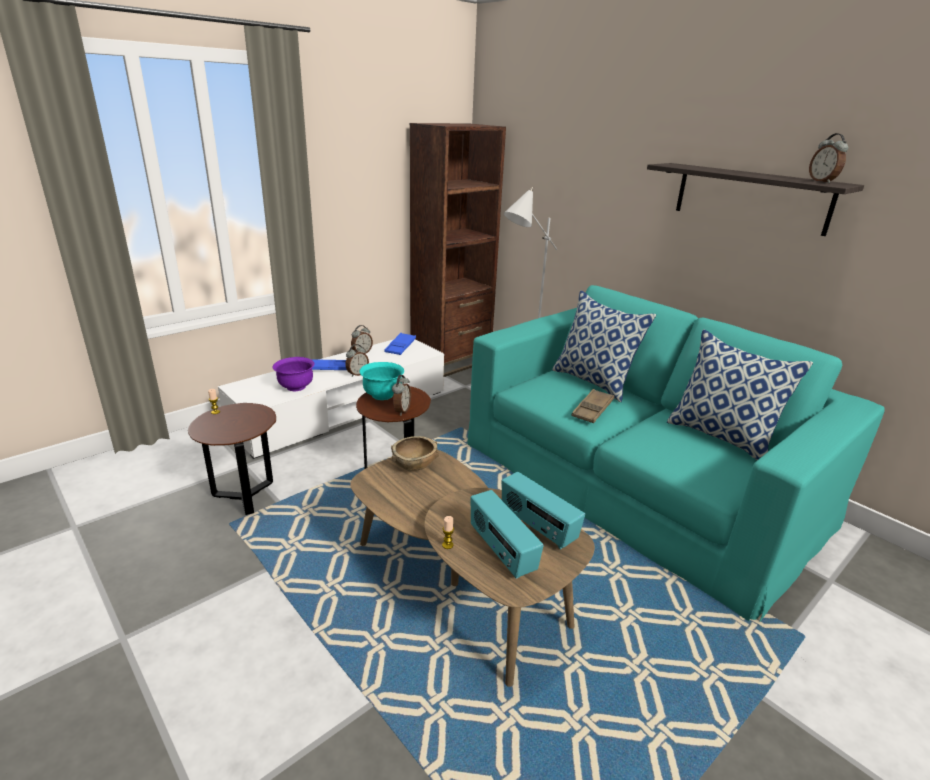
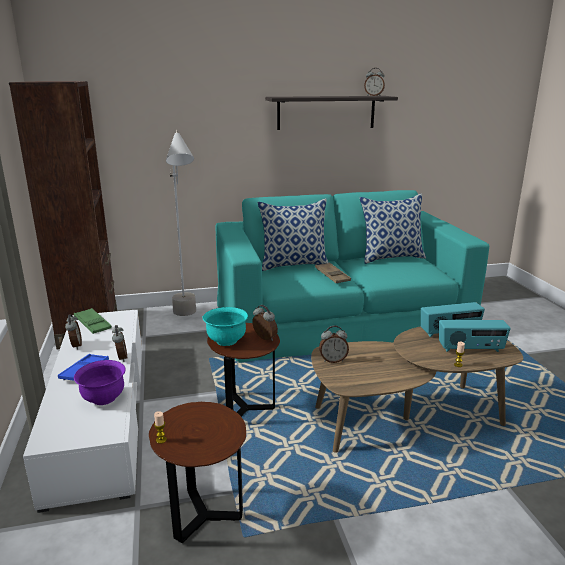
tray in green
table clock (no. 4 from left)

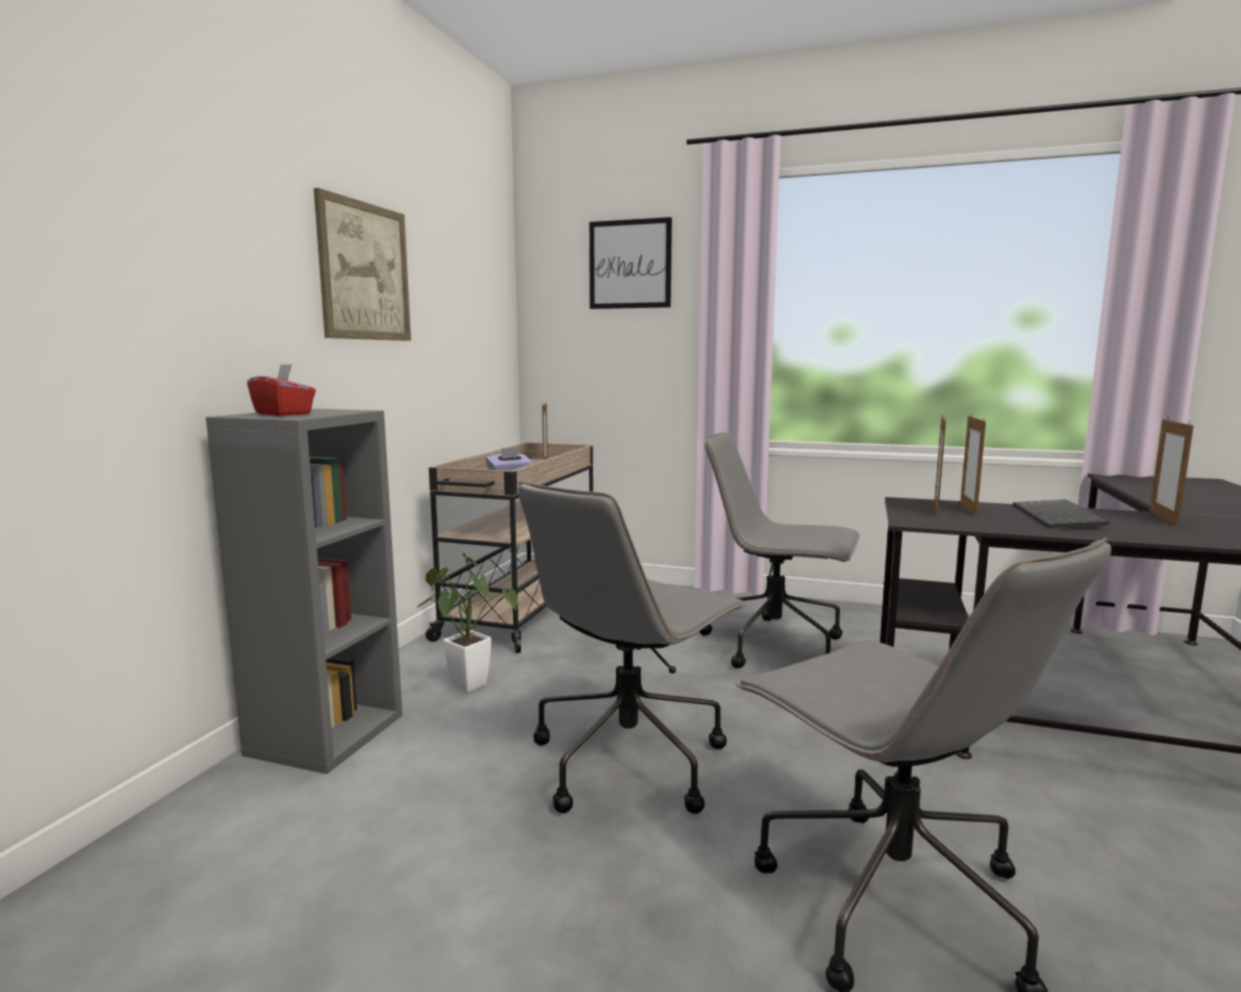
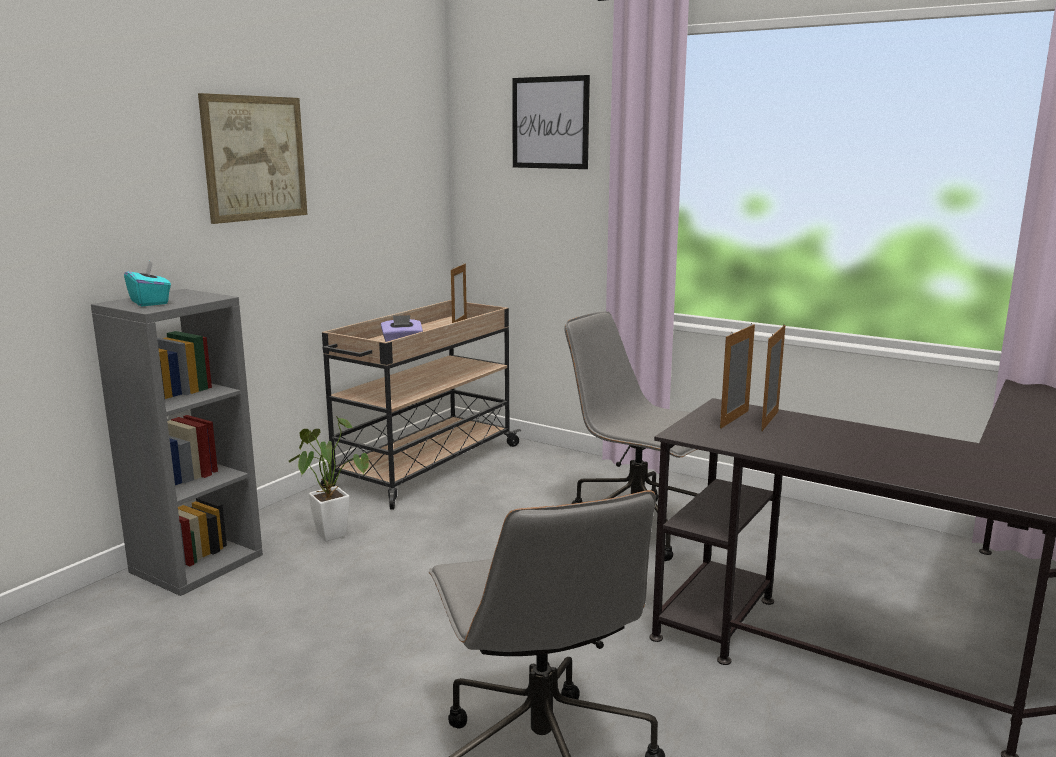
box of tissues in turquoise-coloured
computer chair in greyish (no. 1 from left in the first image)
keyboard
standing frame (no. 4 from left in the first image)

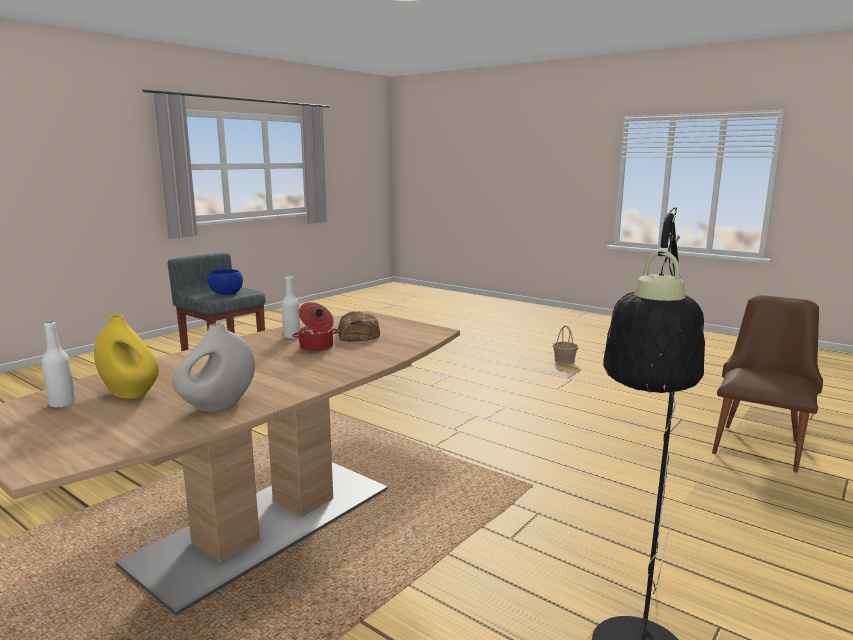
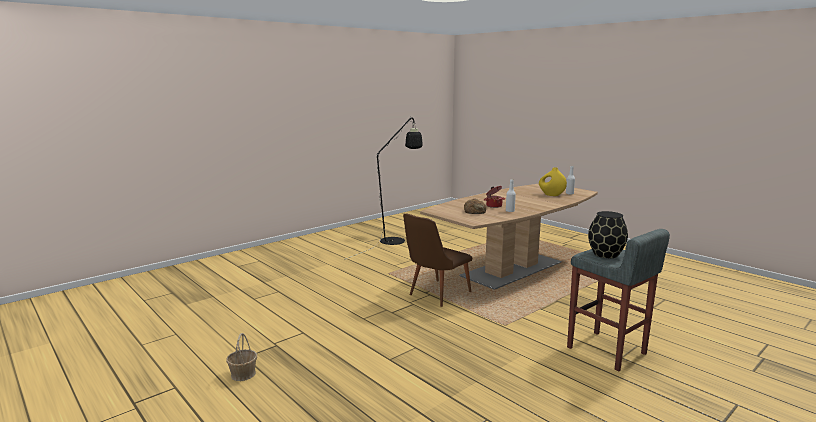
upright chair in brown
decorative vase in blackish
decorative vase in whitish

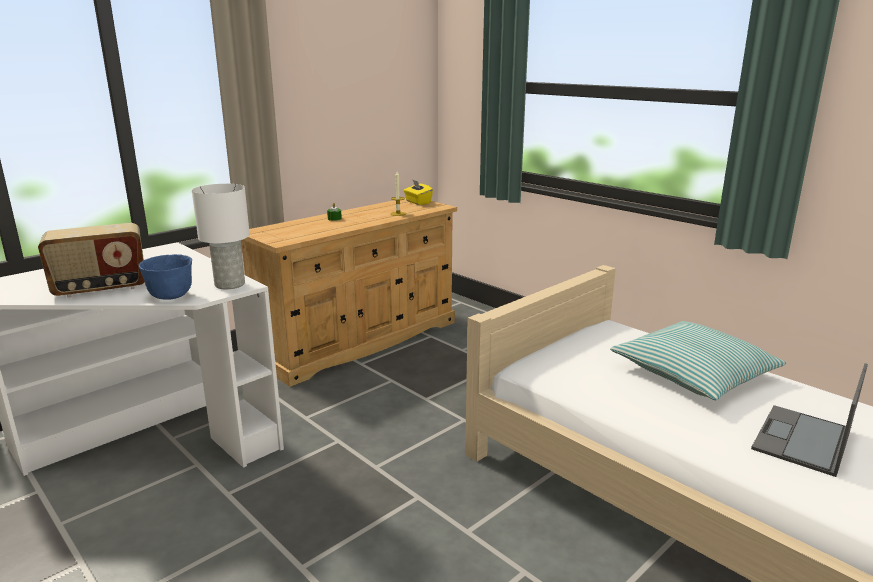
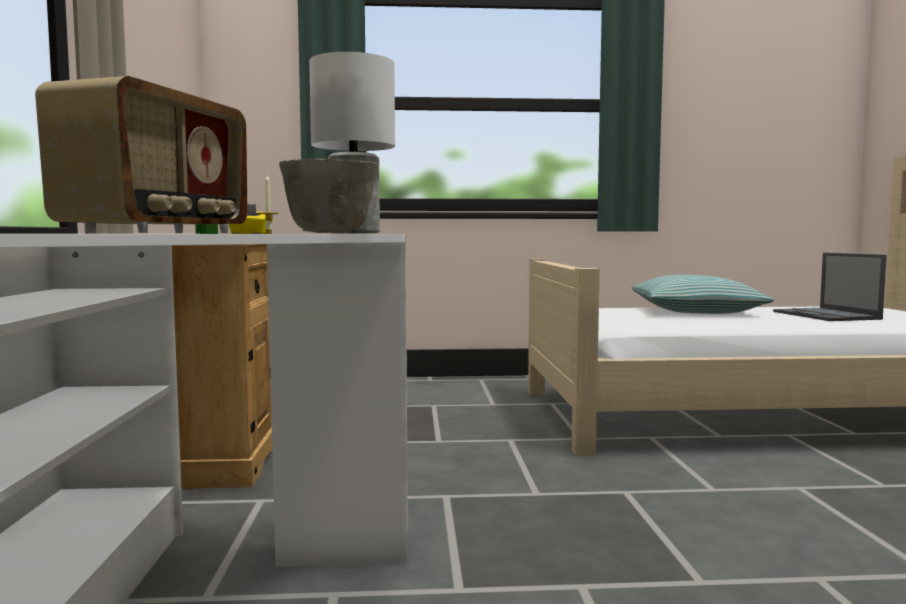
bowl in greyish

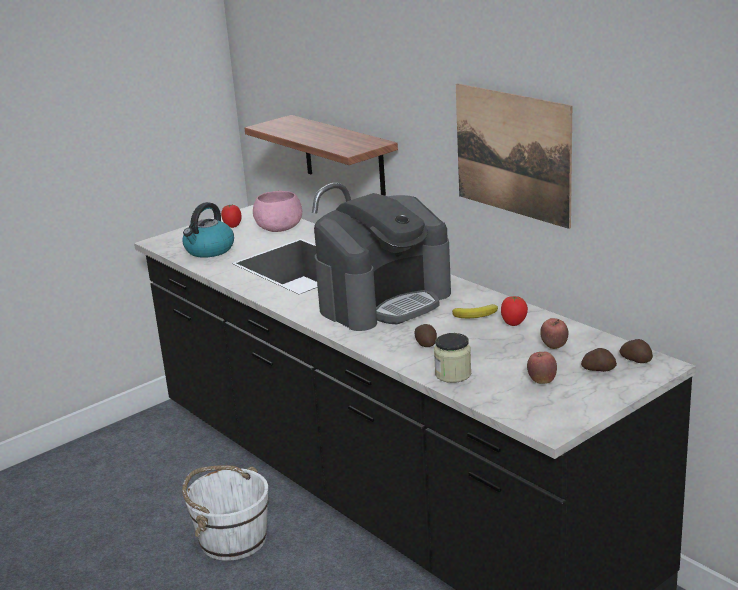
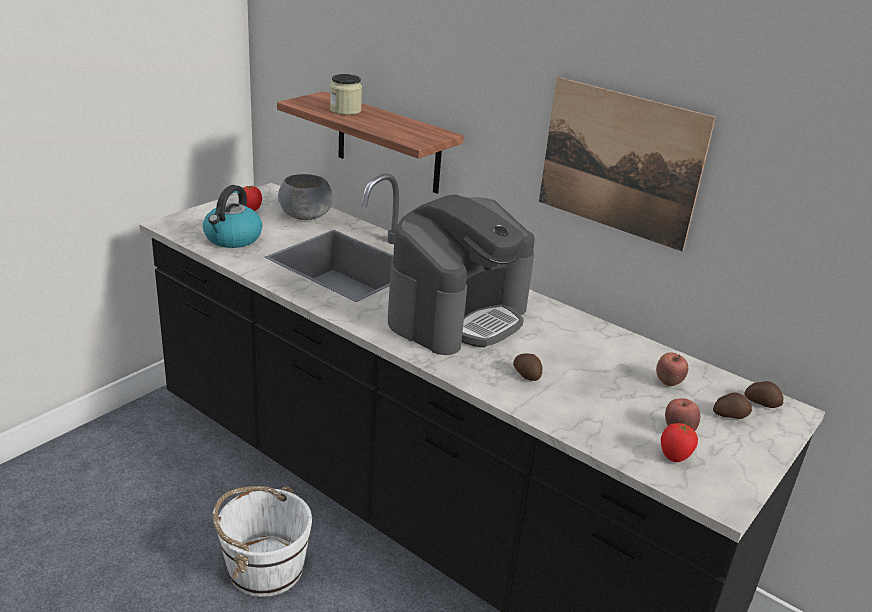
bowl in greyish
jar
whole tomato (no. 2 from left)
banana fruit

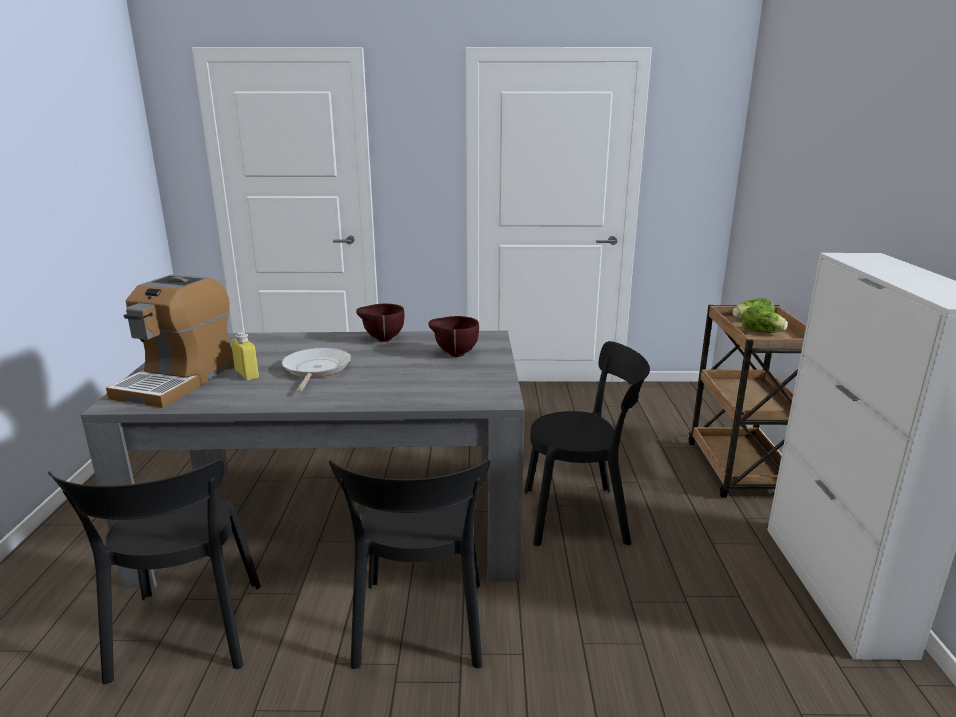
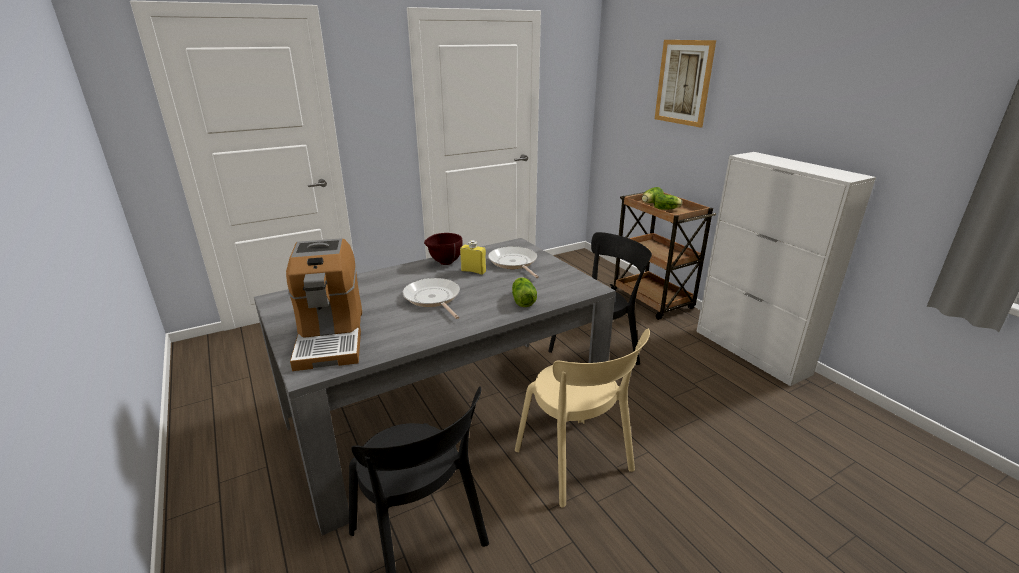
bottle in yellow-coloured
pan (no. 2 from left)
lettuce head (no. 1 from left)
upright chair in sand-coloured
wall picture

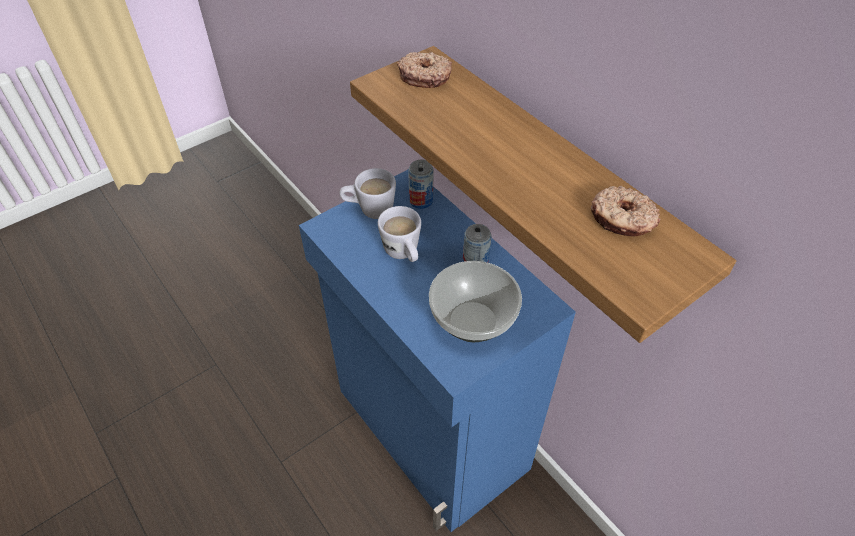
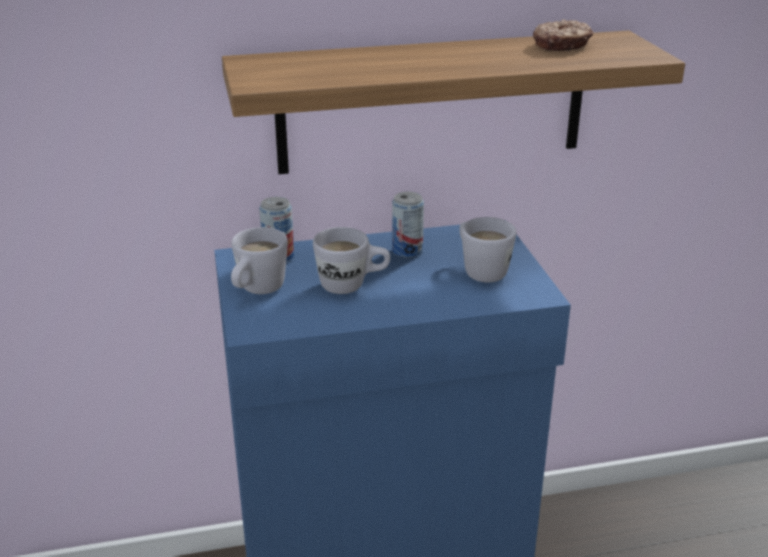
coffee mug in whitish (no. 3 from left)
ring doughnut (no. 1 from left in the first image)

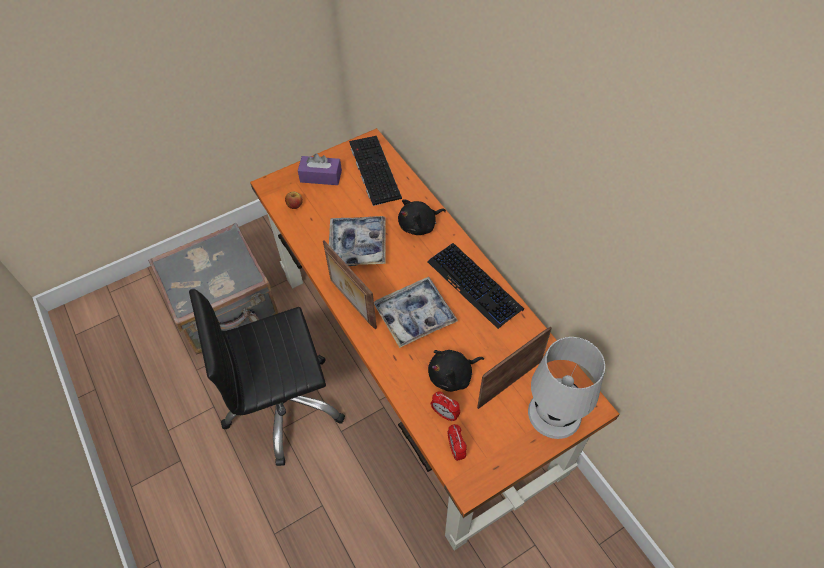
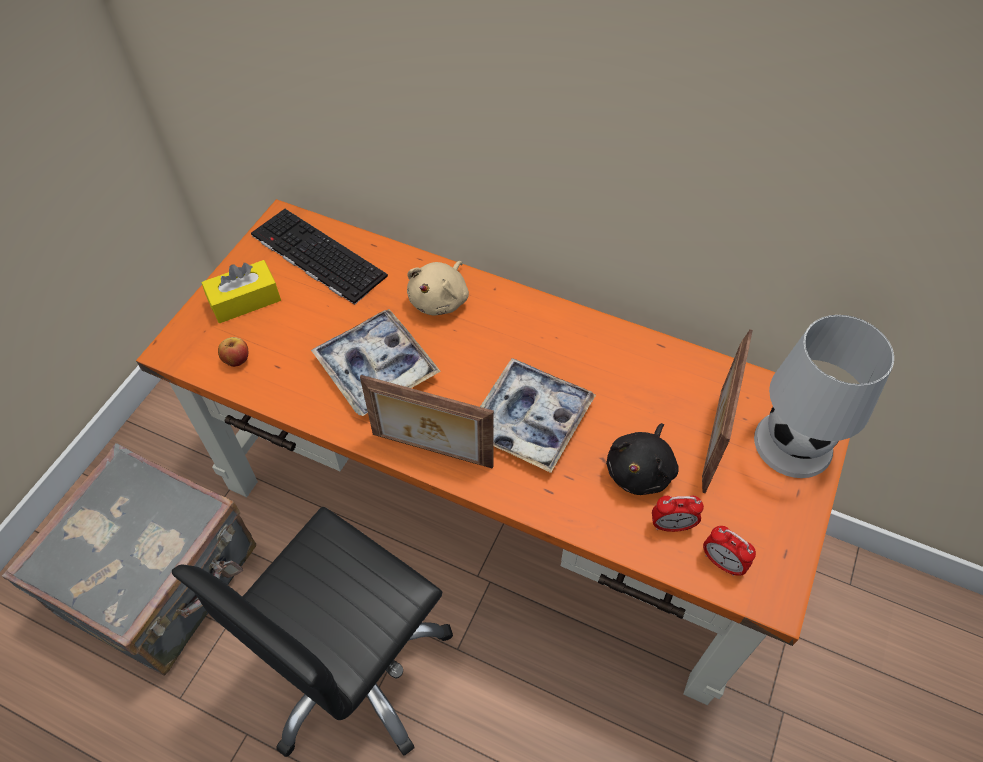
box of tissues in yellow-coloured
plush toy in sand-coloured
keyboard (no. 2 from left in the first image)

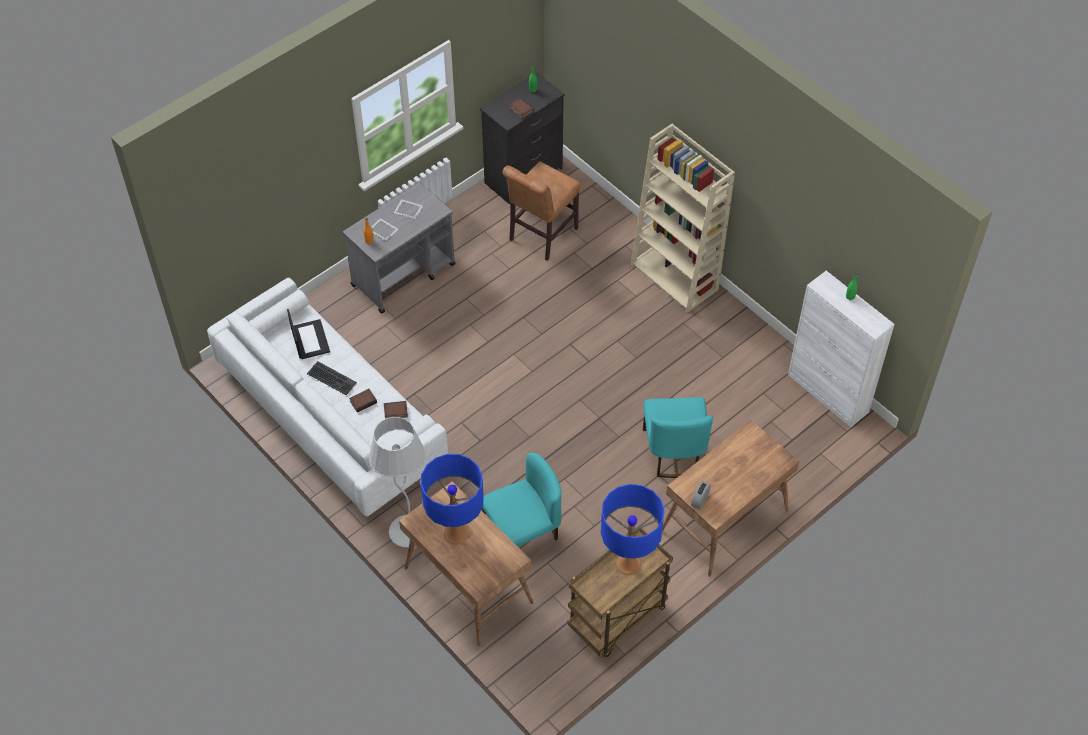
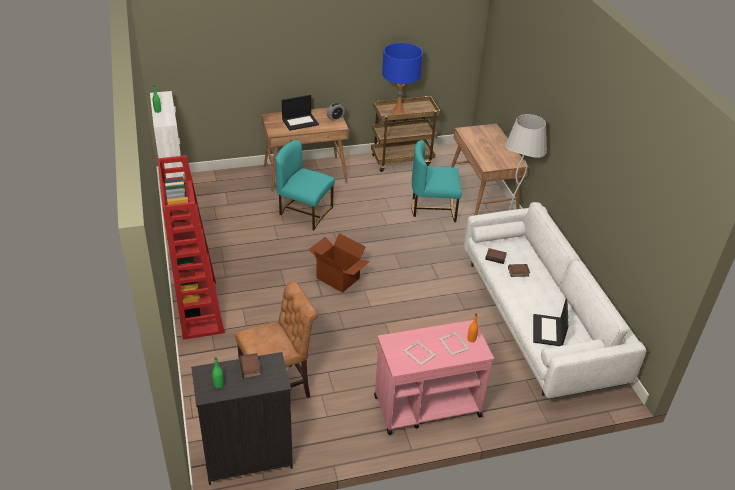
shelving unit in red
upright chair in turquoise-coloured (no. 1 from left)
portable computer (no. 1 from left)
cardboard box
cart in pinkish
keyboard
tabletop lamp in blue (no. 1 from left in the first image)

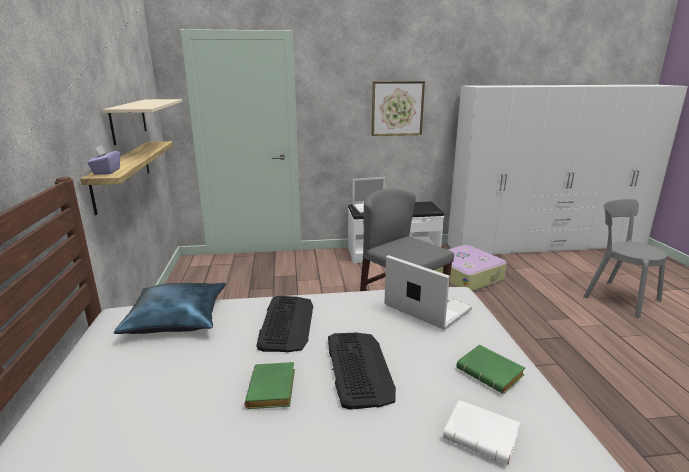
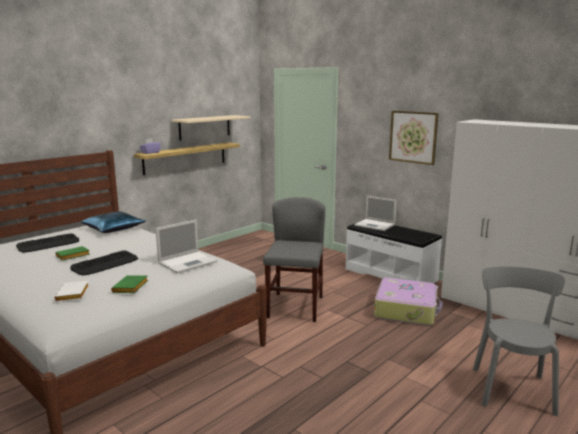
keyboard (no. 1 from left)
portable computer (no. 1 from left)

